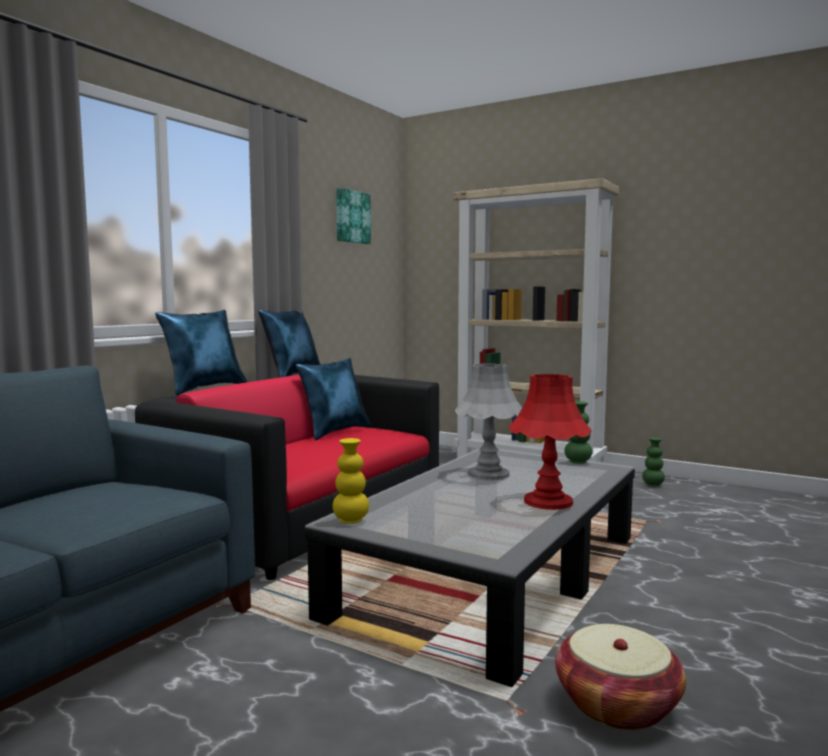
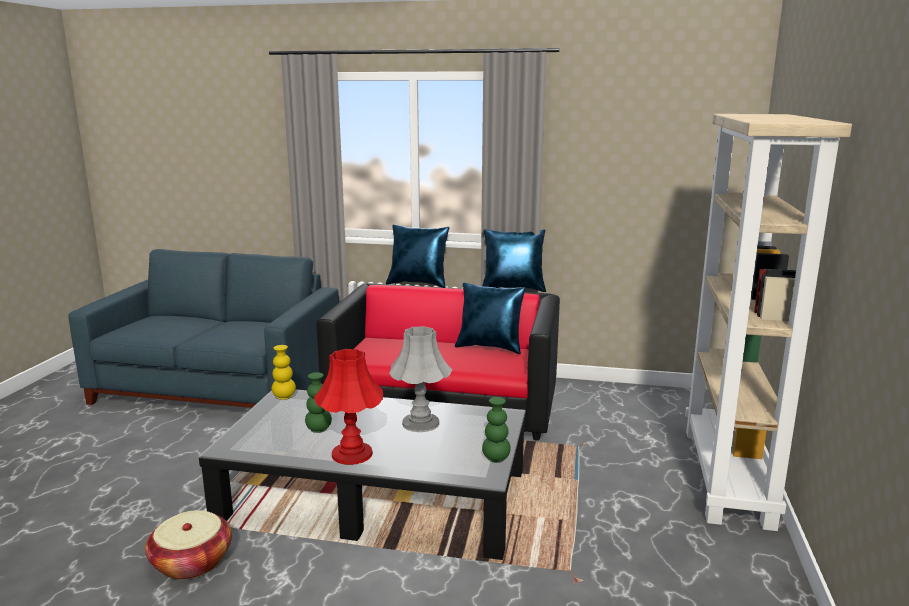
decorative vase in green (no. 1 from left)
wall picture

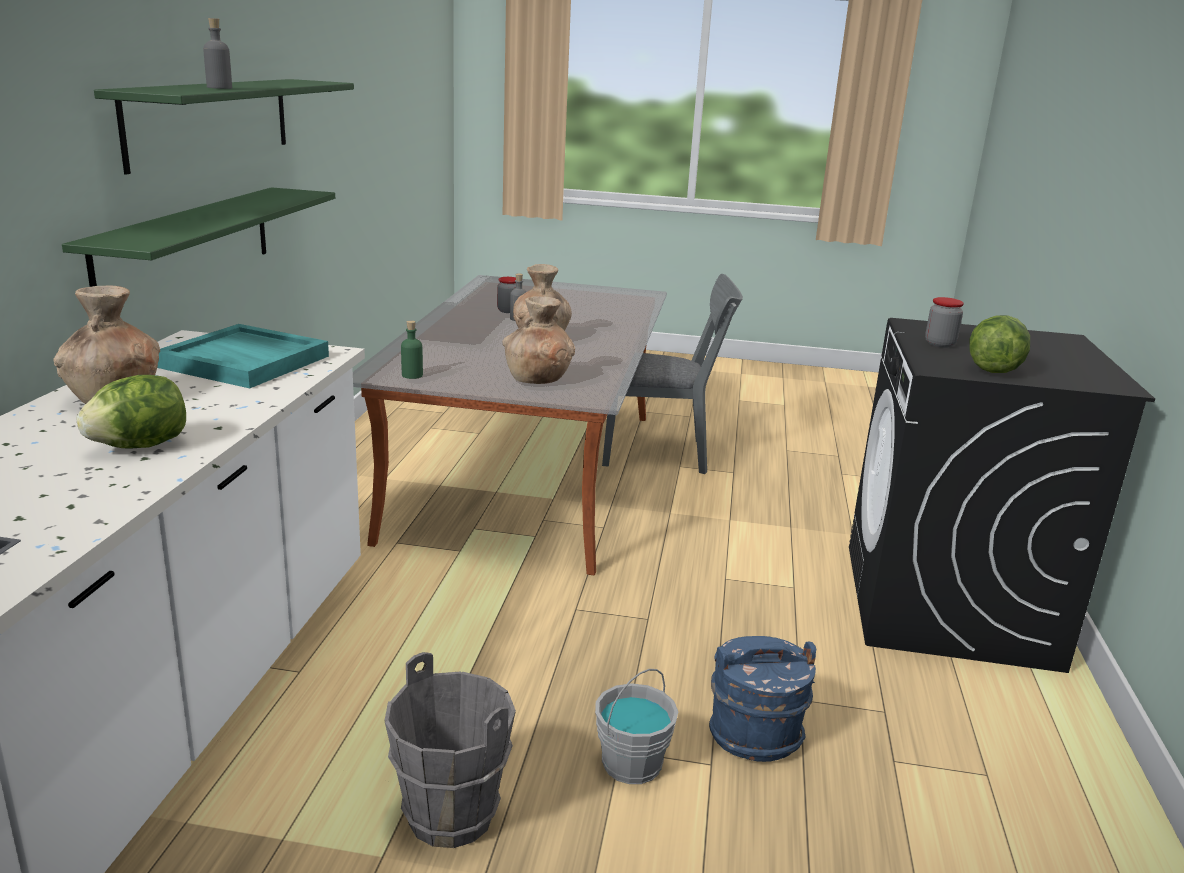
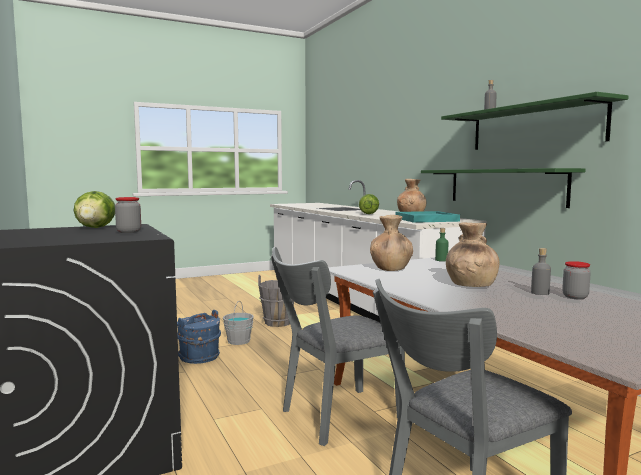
upright chair in greyish (no. 1 from left)

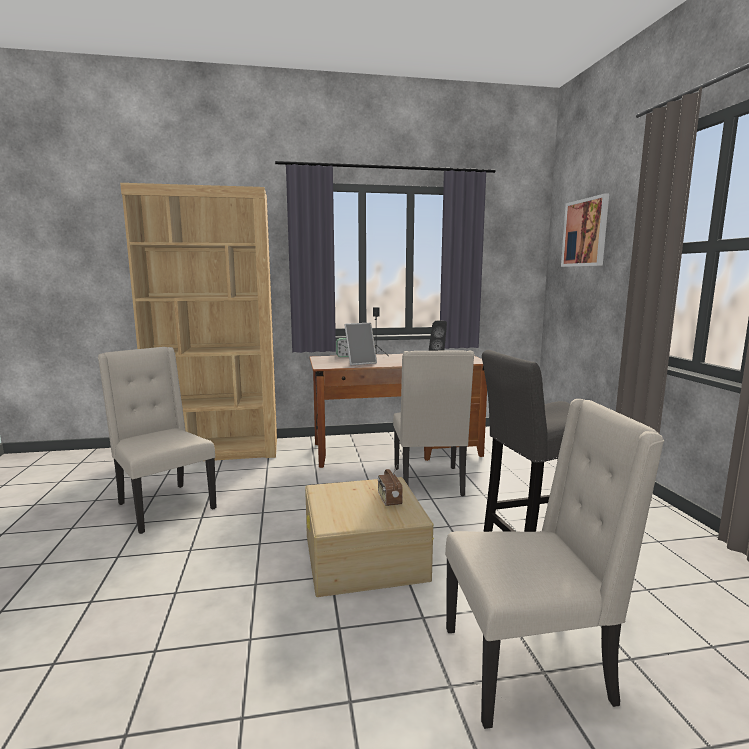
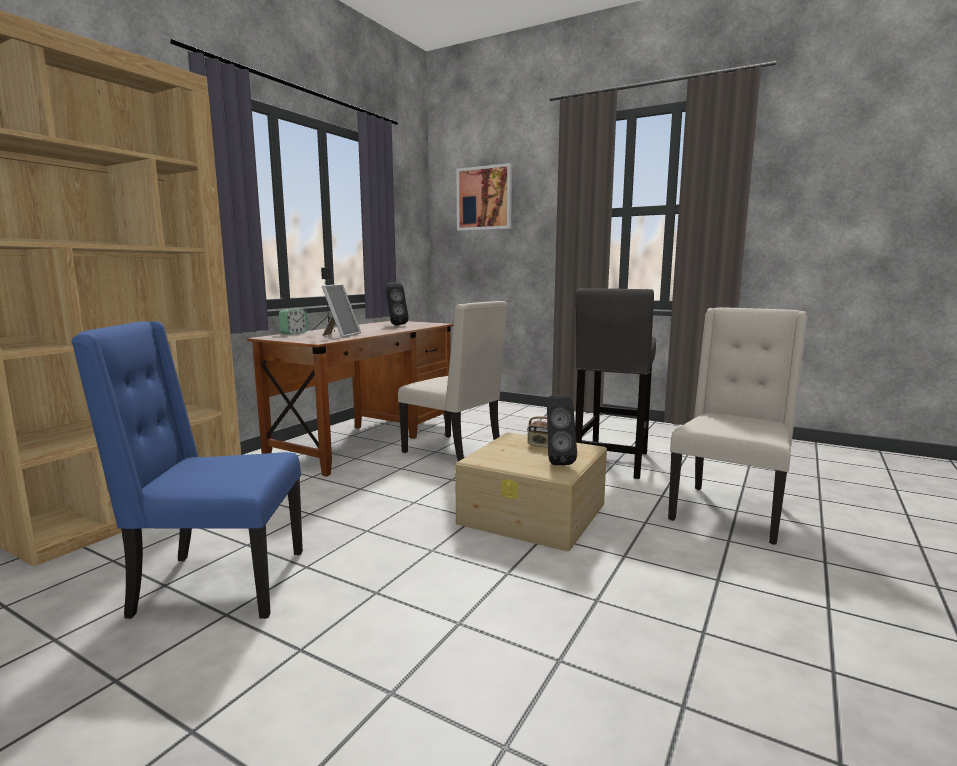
upright chair in blue
loudspeaker in blackish (no. 3 from left)

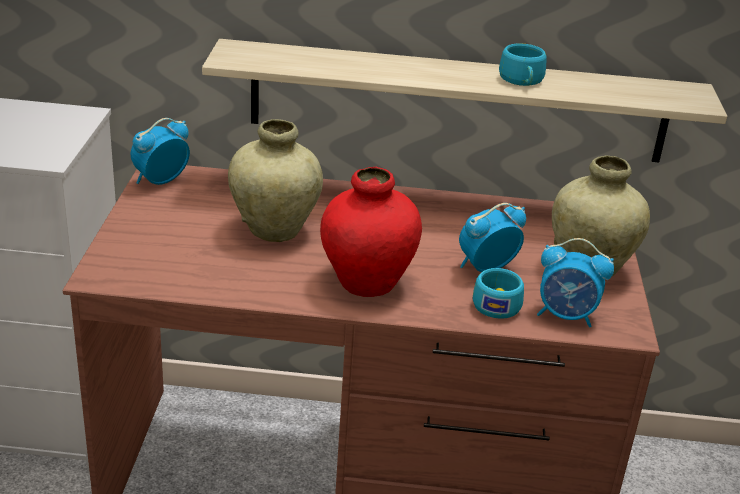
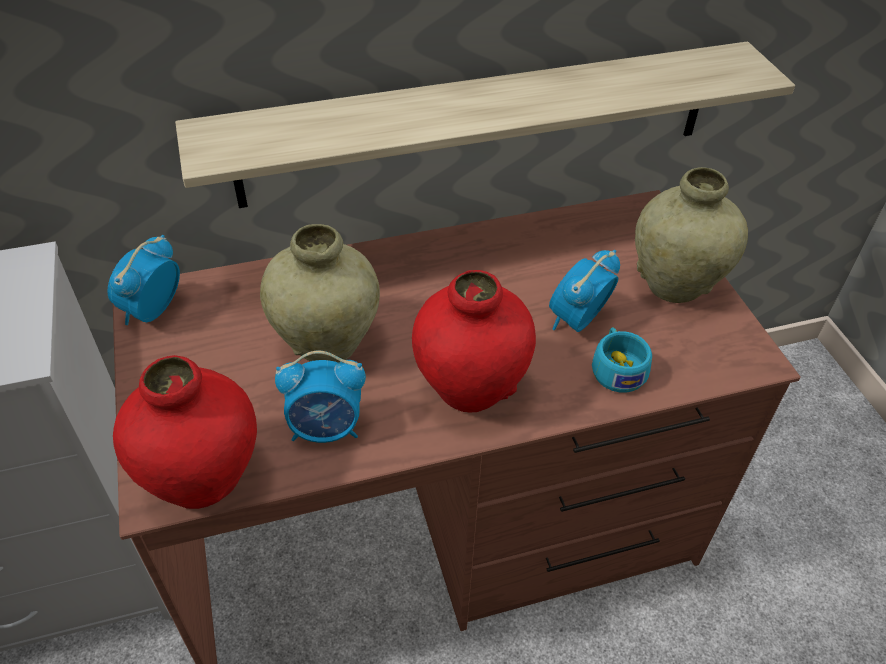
decorative vase in red (no. 1 from left)
table clock (no. 2 from left)
small cup in turquoise-coloured (no. 2 from left in the first image)

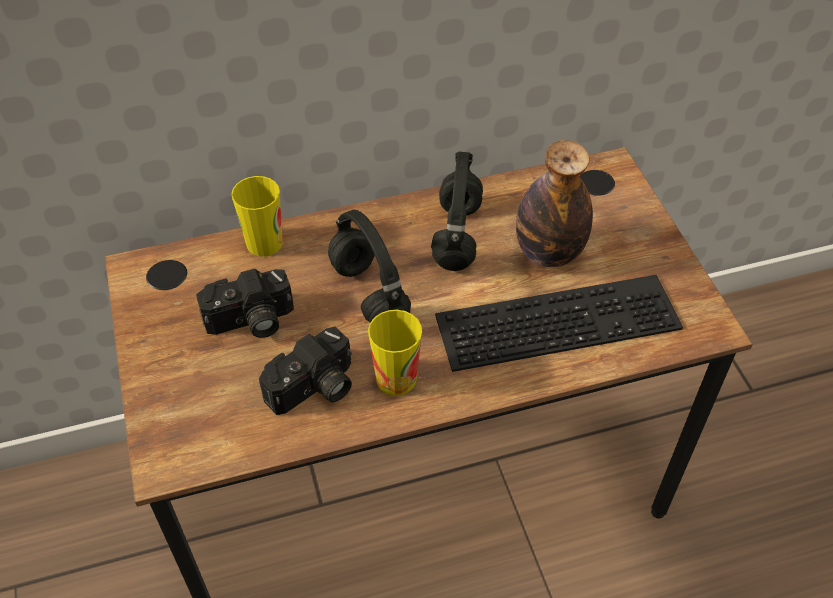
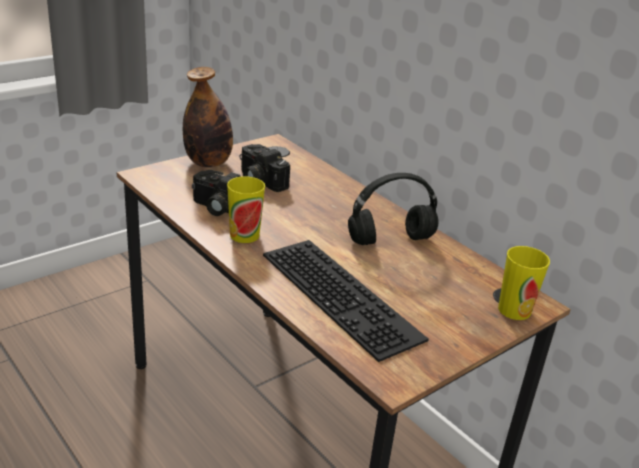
bottle
small cup (no. 2 from left)
headset in blackish (no. 1 from left in the first image)

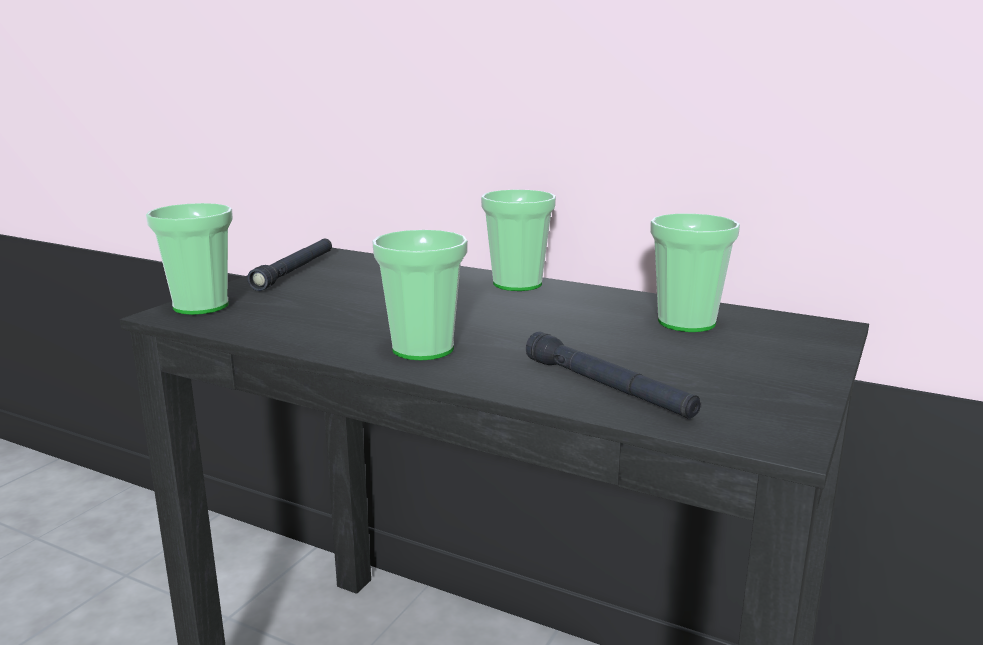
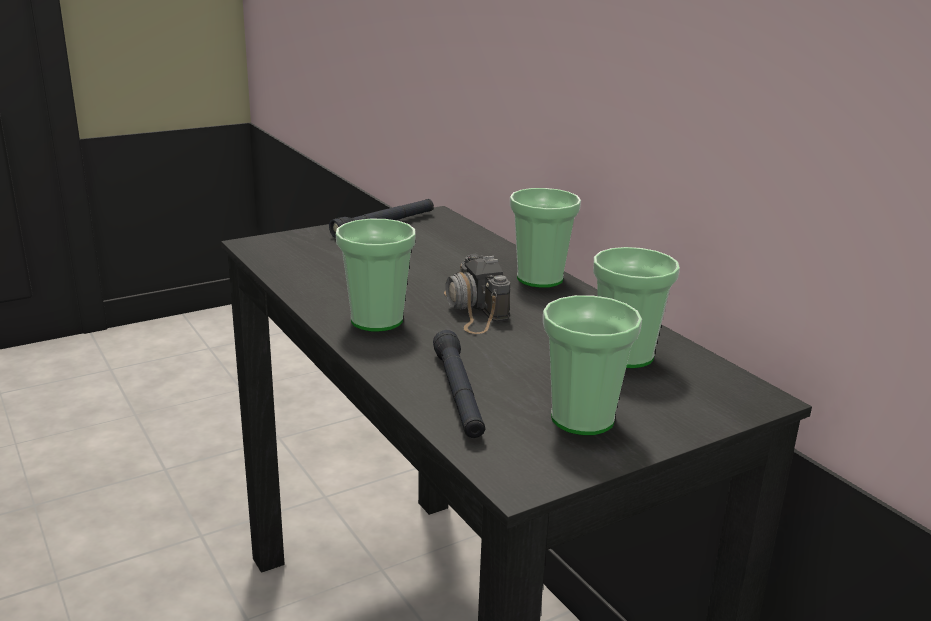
photo camera
small cup (no. 3 from left)

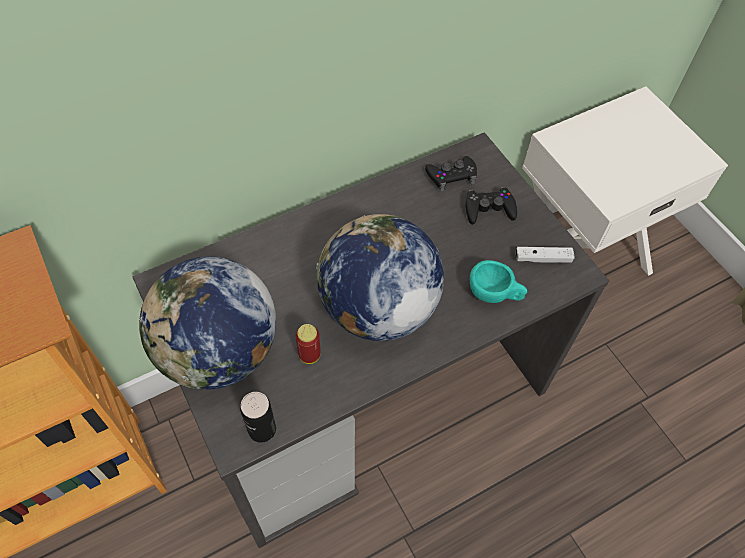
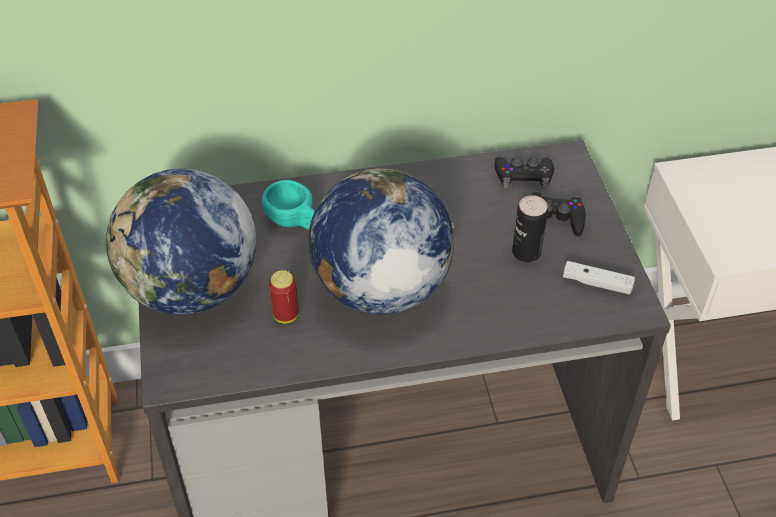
small cup in turquoise-coloured
sealed can (no. 2 from left)

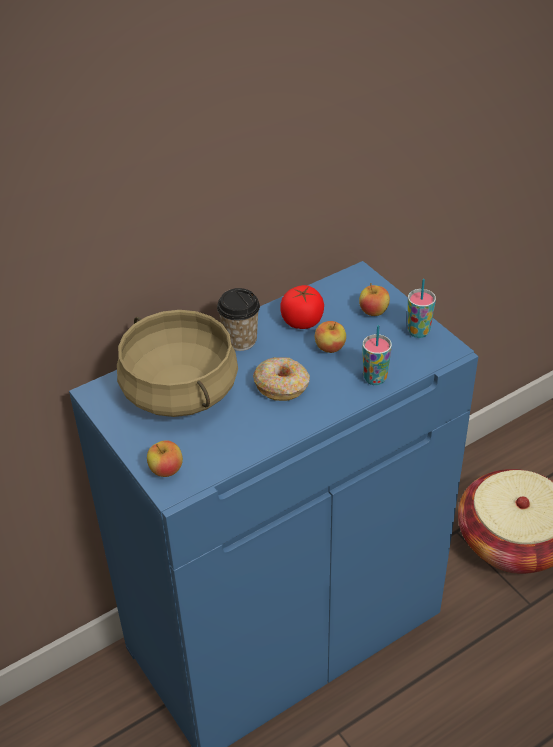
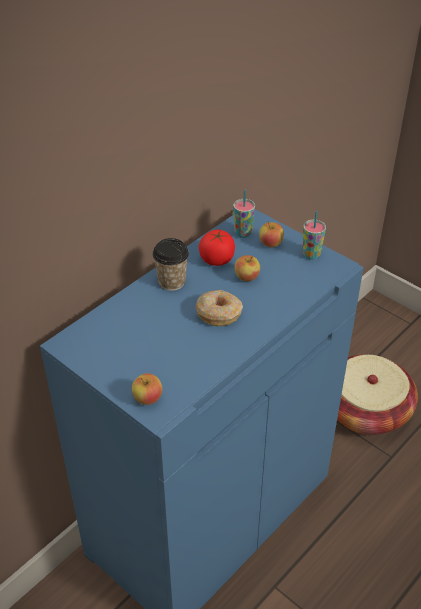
small cup (no. 2 from left)
saucepot in sand-coloured

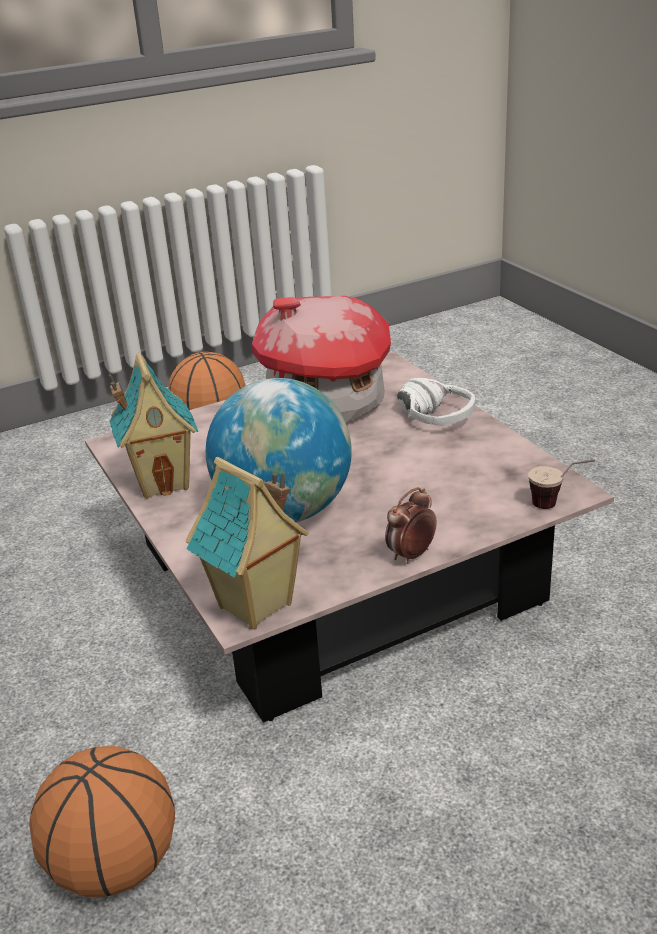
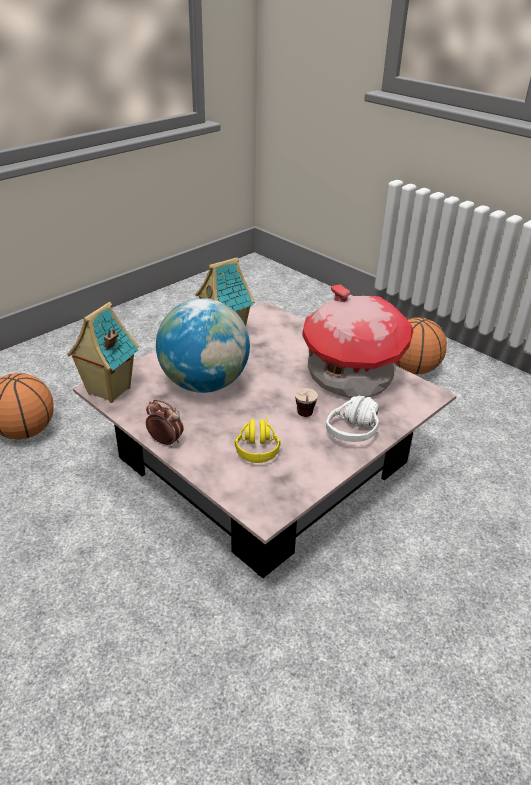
headset in yellow-coloured
small cup

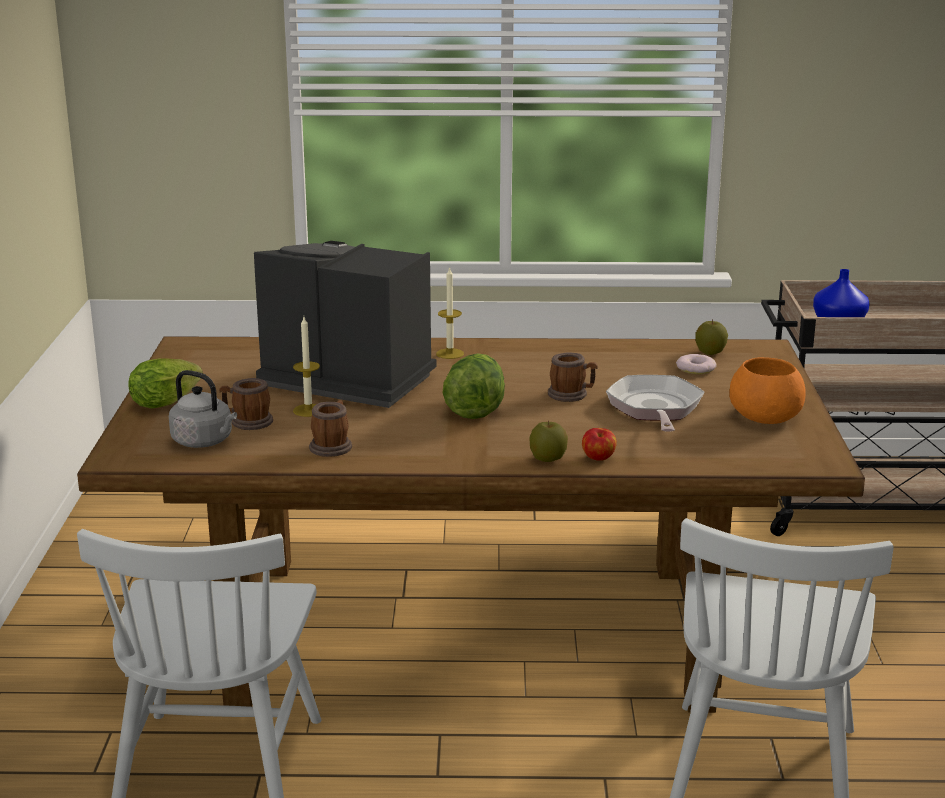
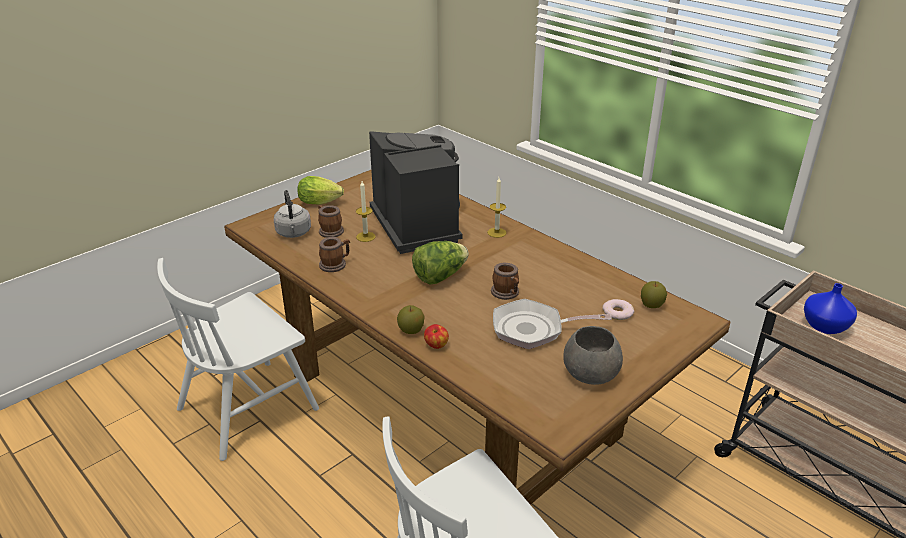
pan
bowl in greyish

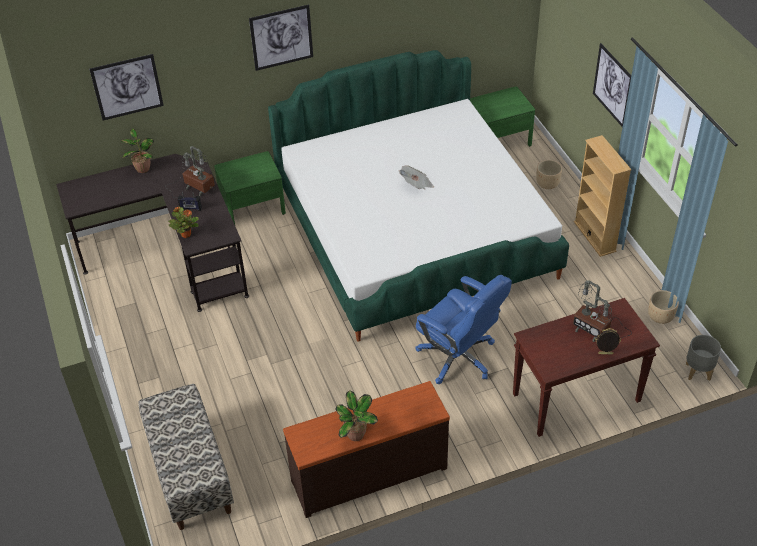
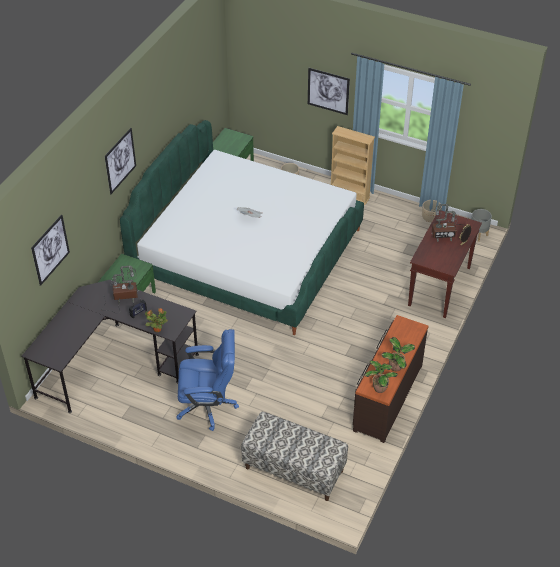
computer chair in blue
potted plant (no. 2 from left)

